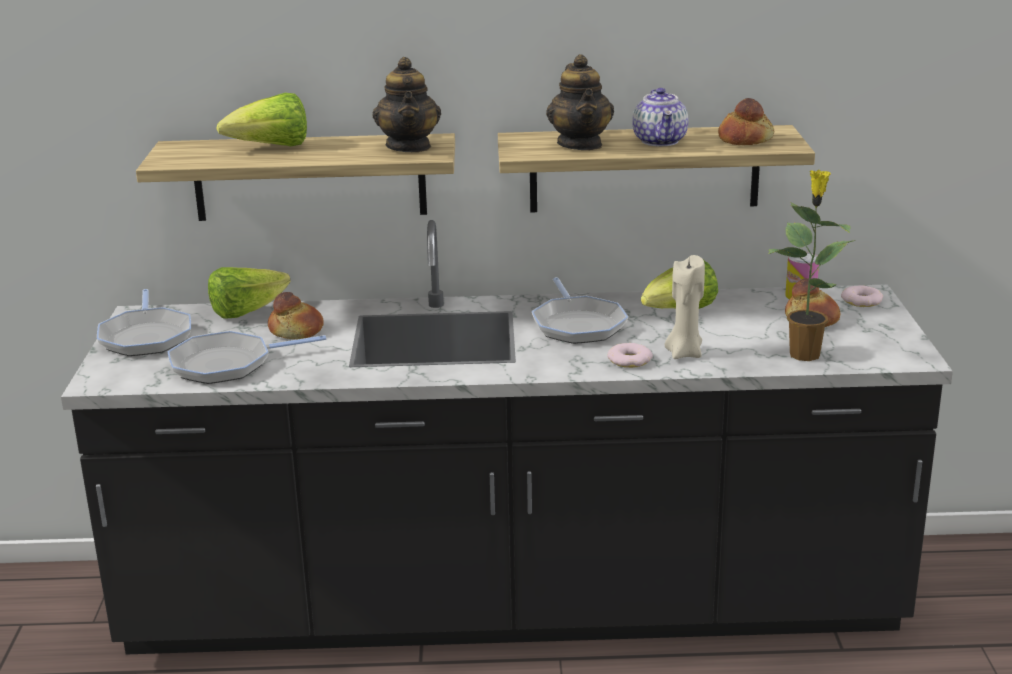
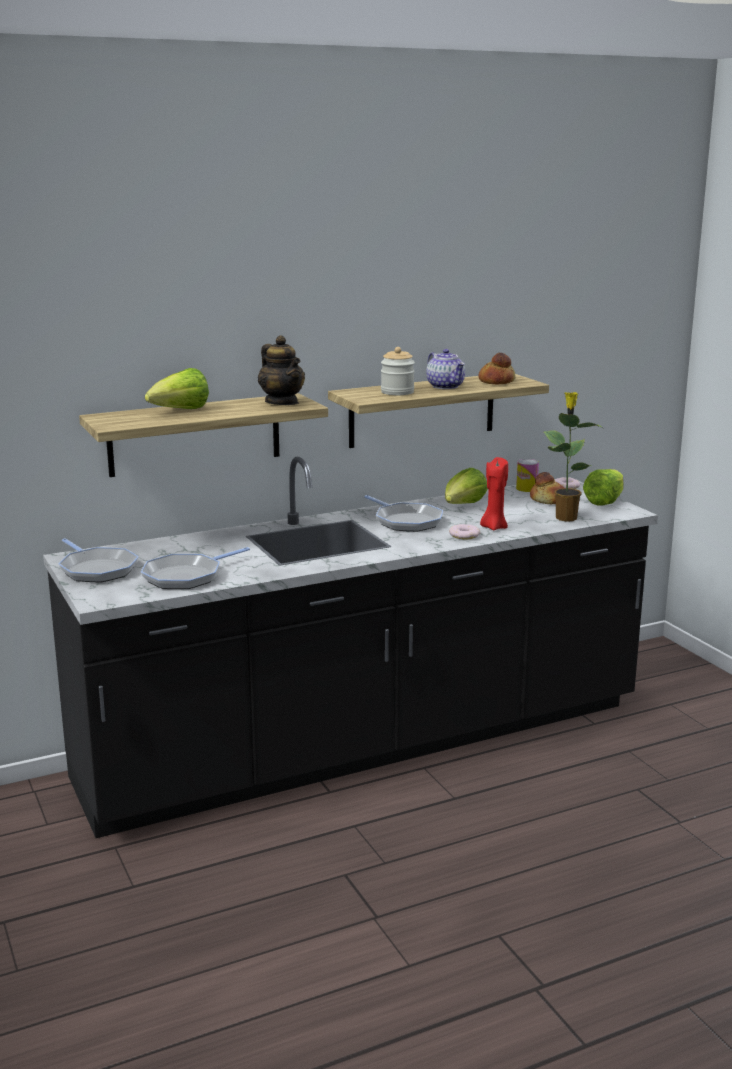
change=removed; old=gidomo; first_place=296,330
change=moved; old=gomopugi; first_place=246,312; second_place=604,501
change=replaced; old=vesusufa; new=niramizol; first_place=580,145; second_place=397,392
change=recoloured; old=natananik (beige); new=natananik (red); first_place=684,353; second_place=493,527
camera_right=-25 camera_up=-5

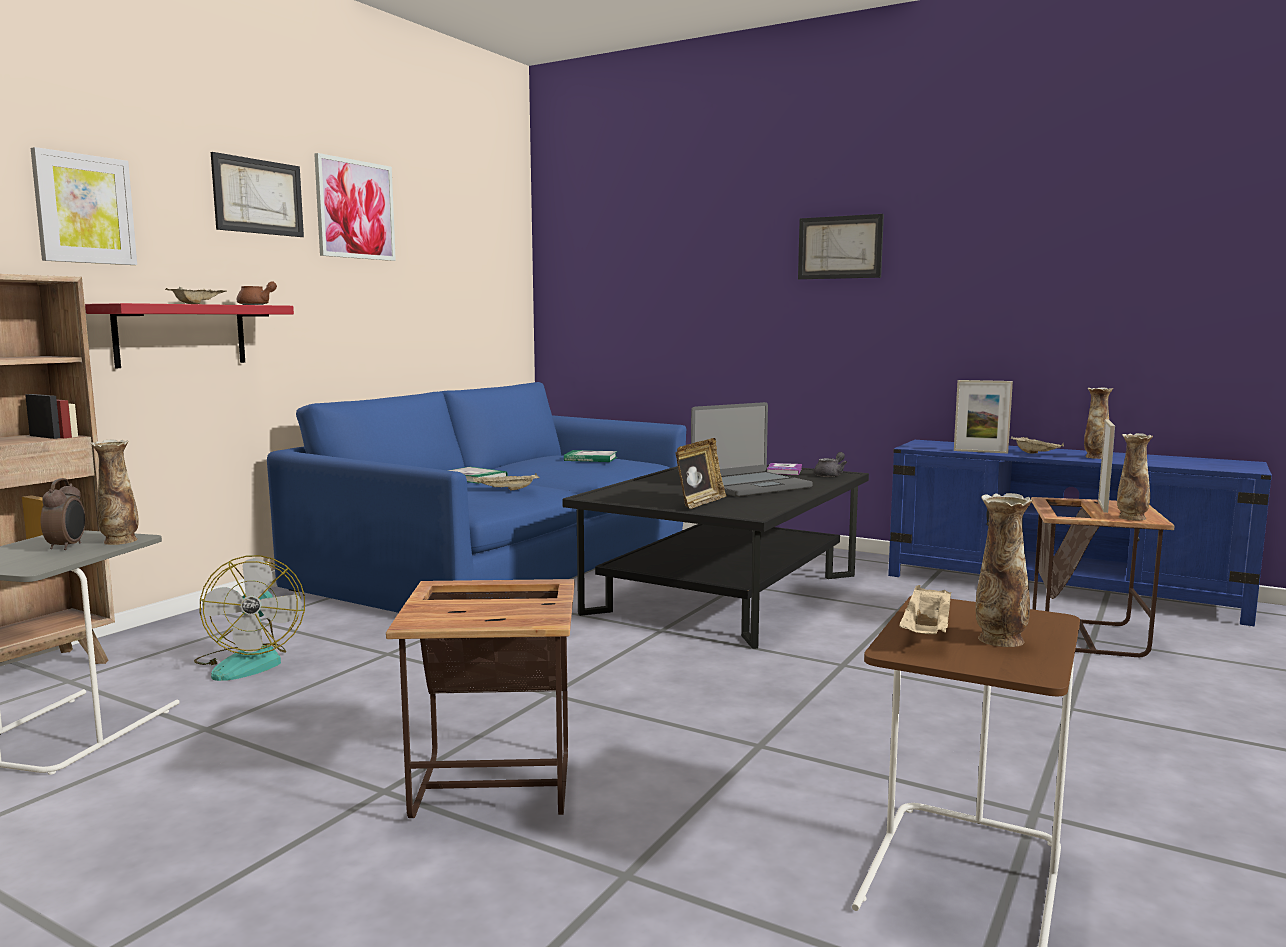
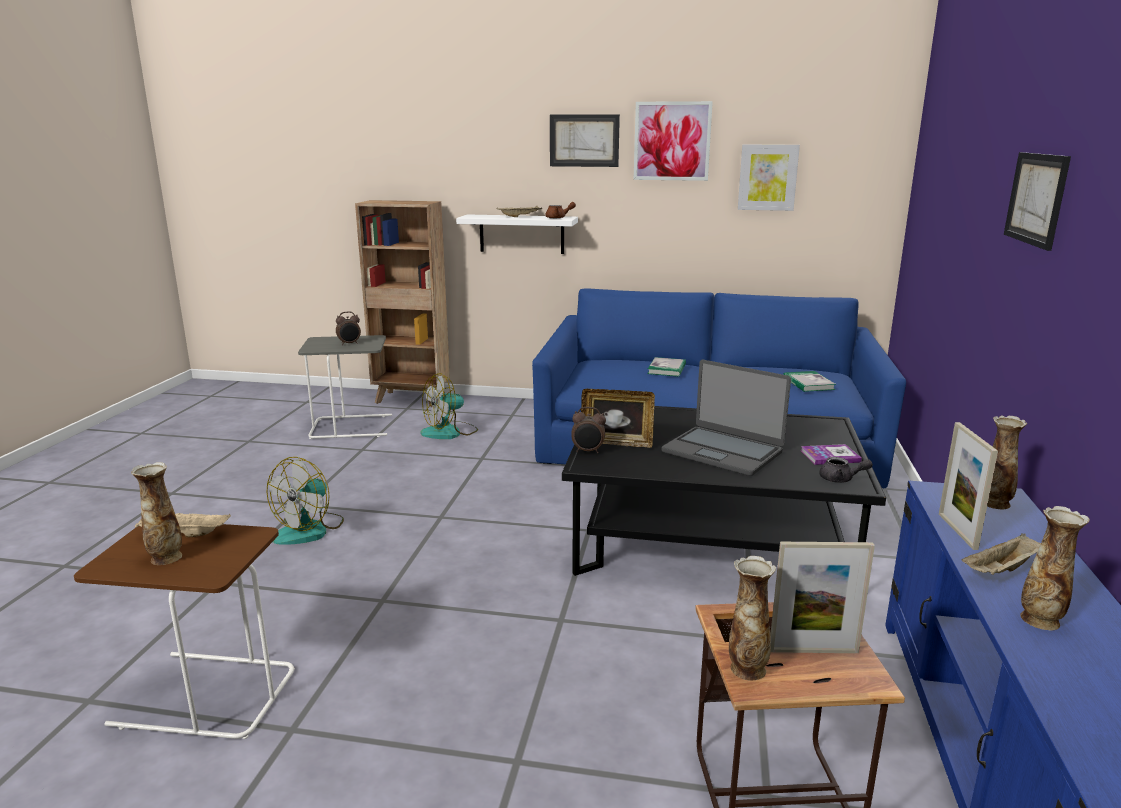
change=removed; old=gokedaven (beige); first_place=506,490
change=added; new=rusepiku; second_place=588,451
change=moved; old=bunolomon; first_place=84,209; second_place=767,177
change=moved; old=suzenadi; first_place=120,541; second_place=994,503
change=replaced; old=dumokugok; new=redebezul; first_place=497,787; second_place=309,530
change=recoloured; old=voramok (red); new=voramok (white); first_place=181,335; second_place=521,234
camera_right=70 camera_up=10

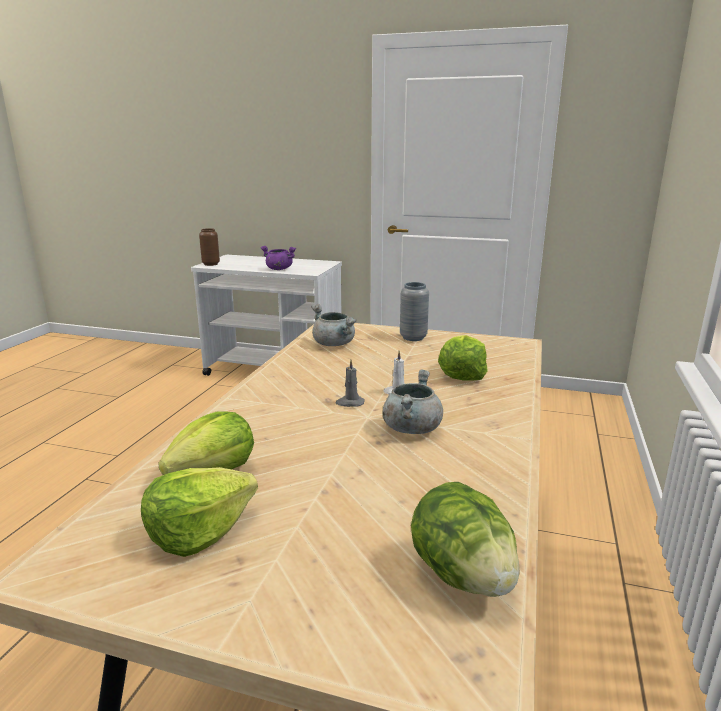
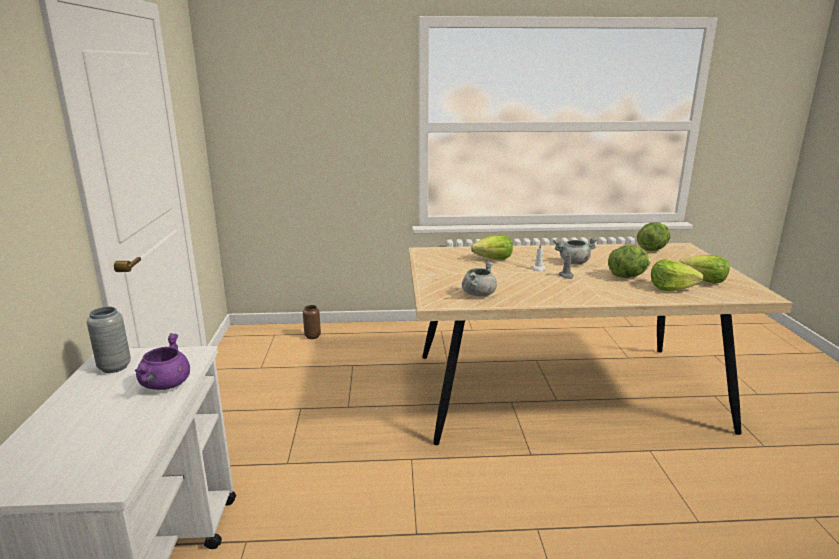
change=added; new=gomopugi; second_place=627,276
change=moved; old=suzenadi (brown); first_place=211,264; second_place=312,336
change=moved; old=suzenadi (grey); first_place=413,337; second_place=114,367
camera_right=-110 camera_up=0

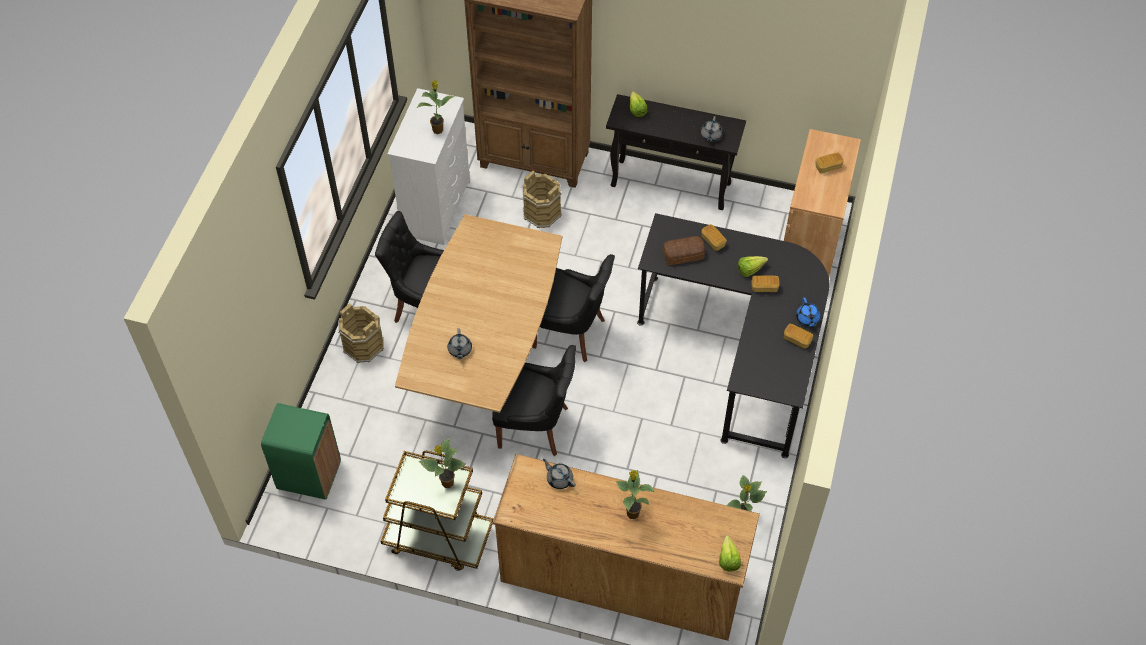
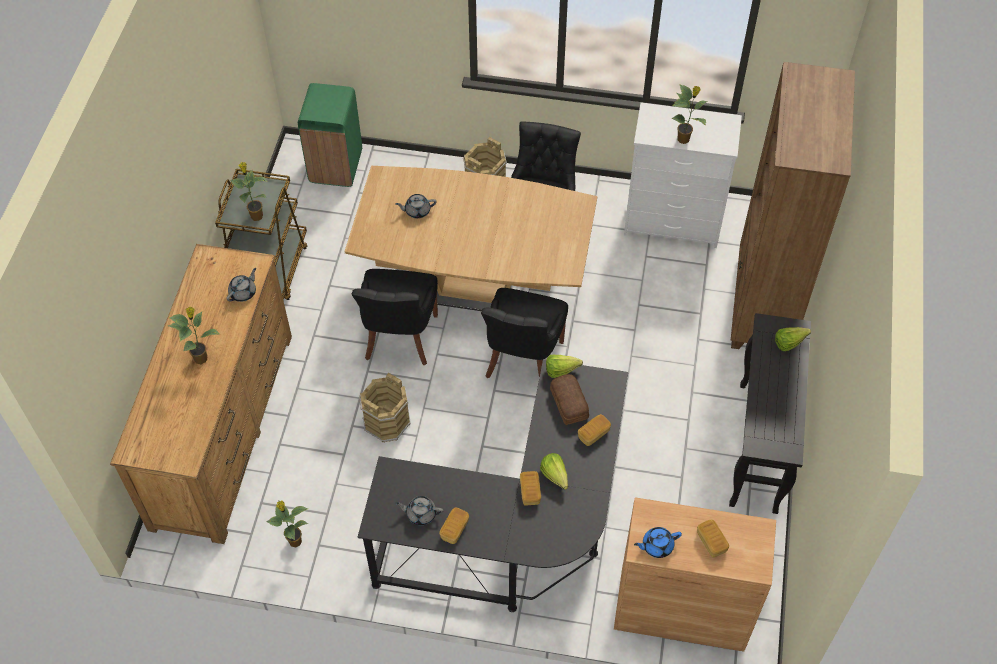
change=moved; old=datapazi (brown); first_place=541,213; second_place=386,422
change=moved; old=vesusufa (grey); first_place=710,136; second_place=420,514
change=moved; old=gomopugi; first_place=728,557; second_place=564,371
change=moved; old=vesusufa (blue); first_place=807,319; second_place=656,546
camera_right=85 camera_up=0

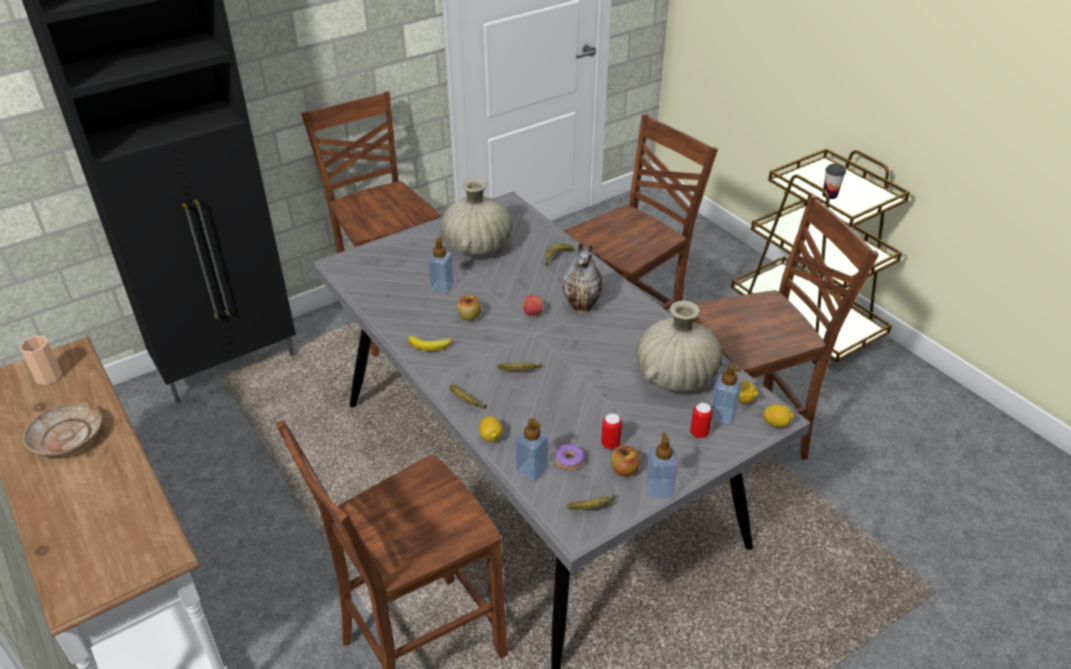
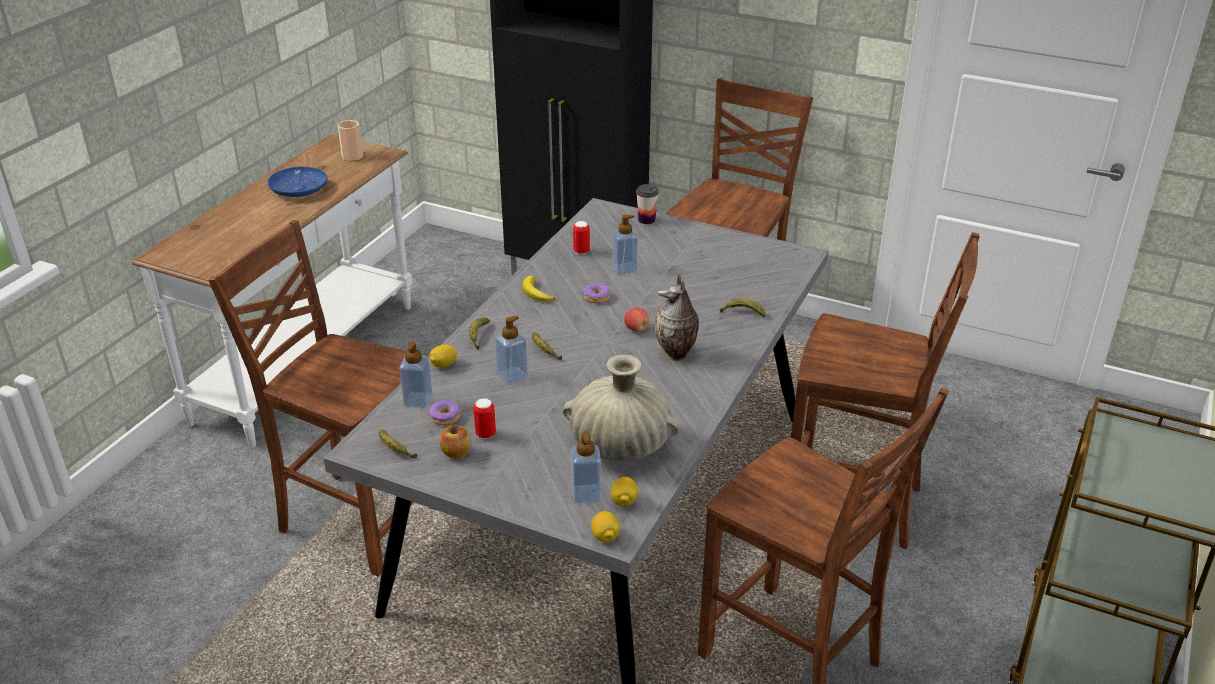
change=removed; old=suzenadi (beige); first_place=477,247
change=moved; old=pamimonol; first_place=659,489; second_place=512,376
change=moved; old=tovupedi; first_place=699,433; second_place=581,251
change=moved; old=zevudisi; first_place=829,195; second_place=646,220
change=replaced; old=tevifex; new=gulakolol; first_place=469,316; second_place=596,297
change=recoloured; old=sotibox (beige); new=sotibox (blue); first_place=67,437; second_place=298,189
camera_right=60 camera_up=-5

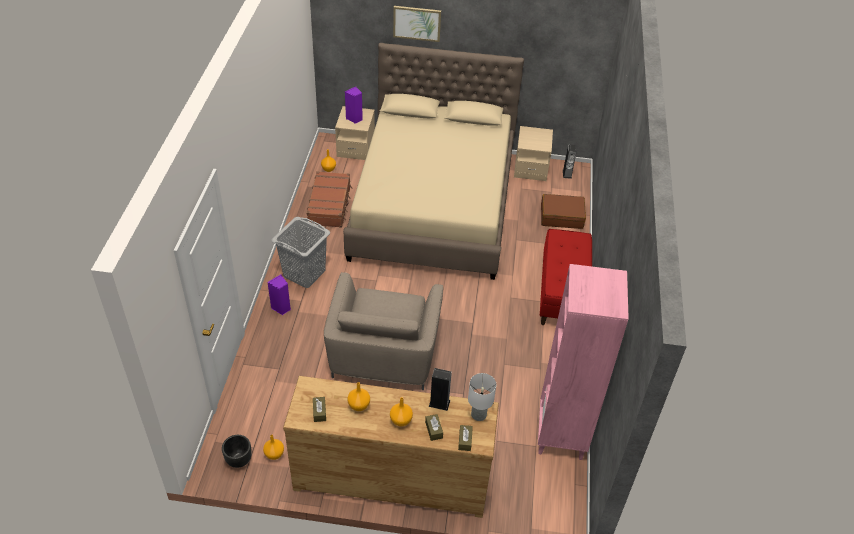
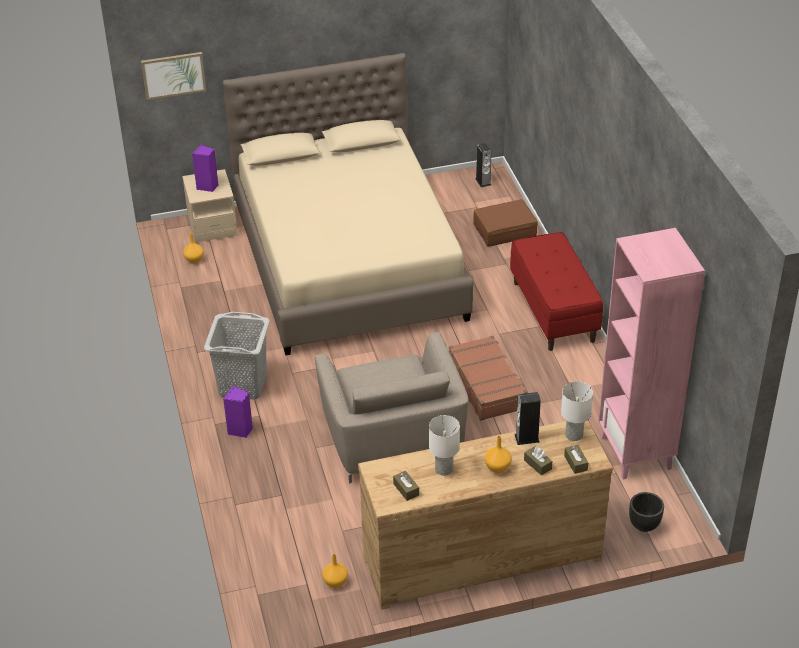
change=removed; old=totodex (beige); first_place=530,168
change=moved; old=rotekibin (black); first_place=239,461; second_place=644,525
change=moved; old=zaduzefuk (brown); first_place=330,205; second_place=487,385
change=moved; old=bunolomon; first_place=417,23; second_place=173,75
change=replaced; old=suzenadi (orange); new=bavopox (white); first_place=359,405; second_place=444,469
camera_right=-20 camera_up=-5

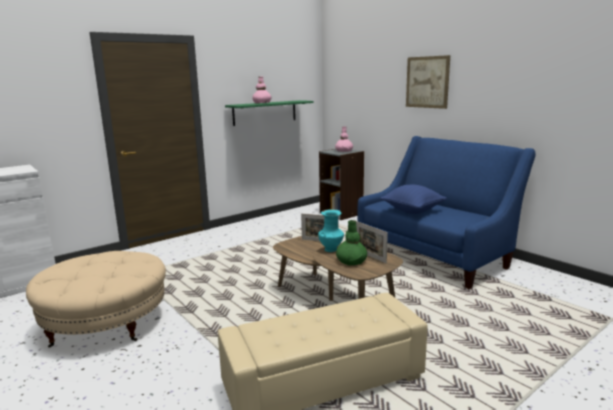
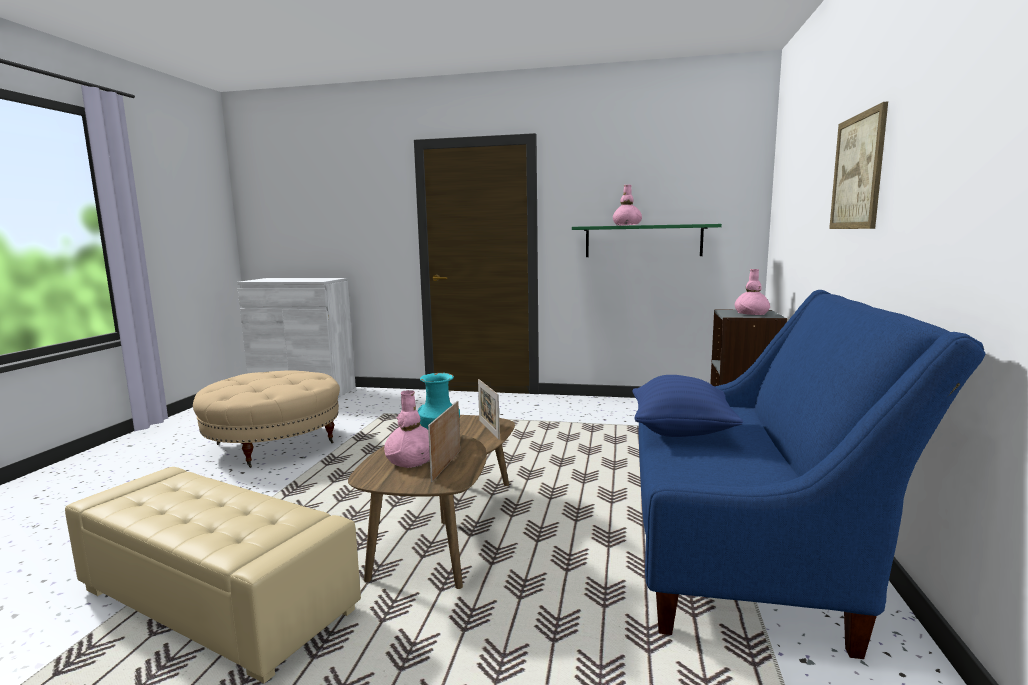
change=recoloured; old=suzenadi (green); new=suzenadi (pink); first_place=351,261; second_place=411,460
camera_right=50 camera_up=-5

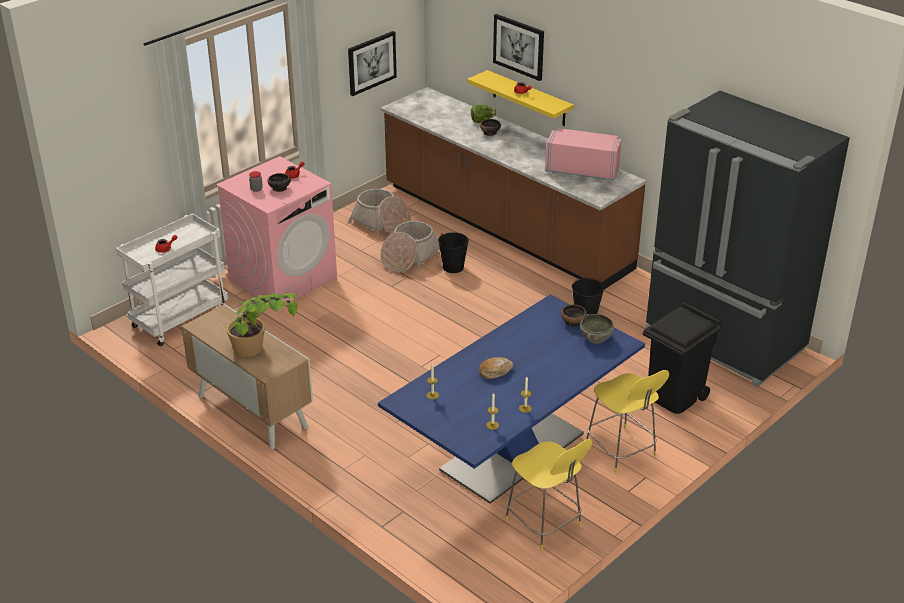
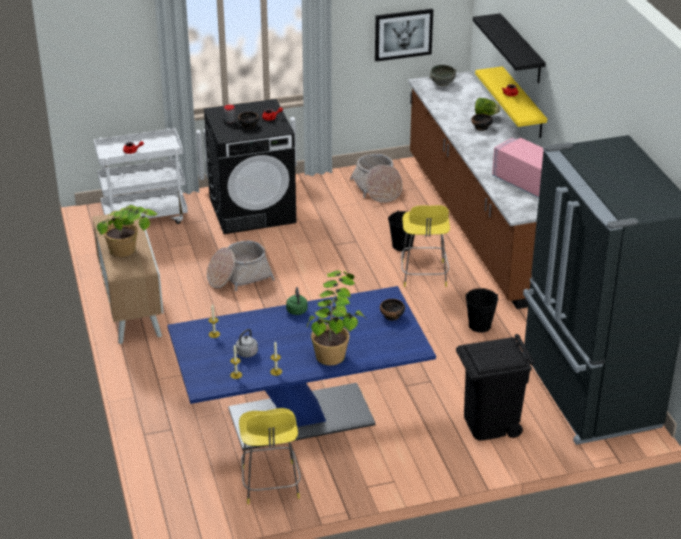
change=removed; old=gidomo; first_place=495,371
change=added; new=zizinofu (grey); second_place=245,353
change=added; new=zizinofu (green); second_place=296,310
change=added; new=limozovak; second_place=336,347
change=moved; old=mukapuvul; first_place=409,258; second_place=239,277
change=moved; old=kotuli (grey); first_place=595,338; second_place=442,83
change=moved; old=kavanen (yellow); first_place=621,451; second_place=424,275
change=replaced; old=bunolomon; new=voramok (black); first_place=519,46; second_place=521,49
change=recoloured; old=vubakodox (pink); new=vubakodox (black); first_place=283,278; second_place=253,210
camera_right=30 camera_up=0

